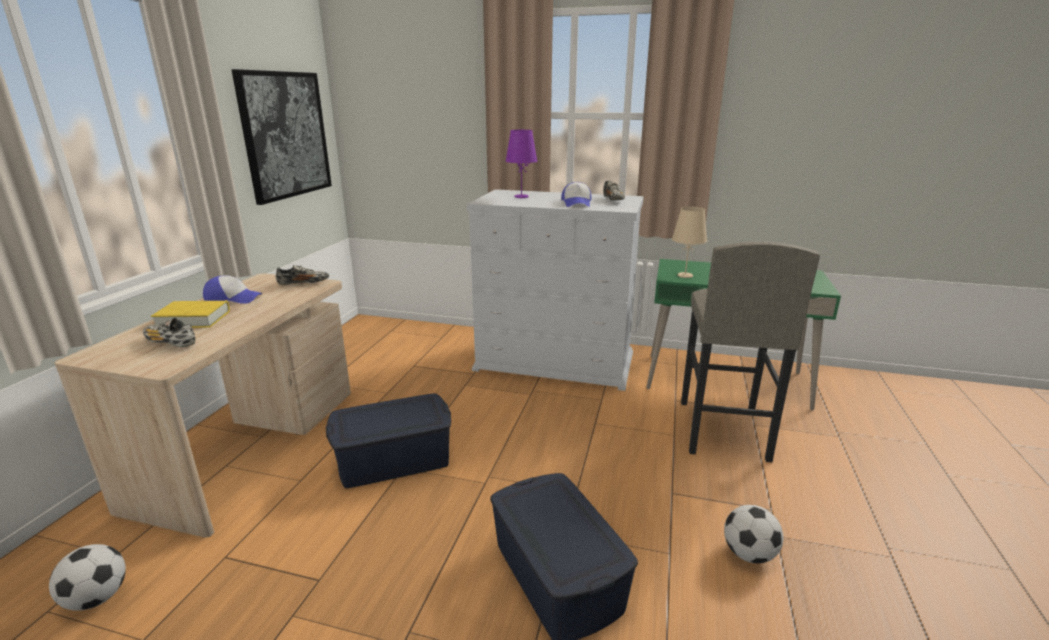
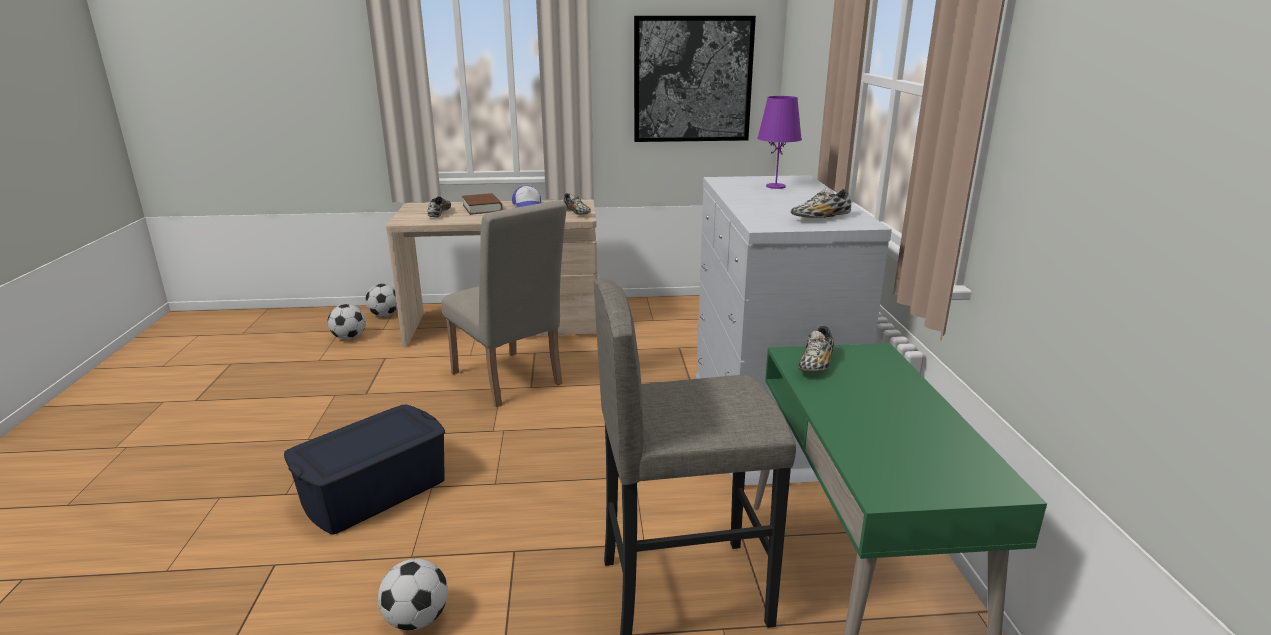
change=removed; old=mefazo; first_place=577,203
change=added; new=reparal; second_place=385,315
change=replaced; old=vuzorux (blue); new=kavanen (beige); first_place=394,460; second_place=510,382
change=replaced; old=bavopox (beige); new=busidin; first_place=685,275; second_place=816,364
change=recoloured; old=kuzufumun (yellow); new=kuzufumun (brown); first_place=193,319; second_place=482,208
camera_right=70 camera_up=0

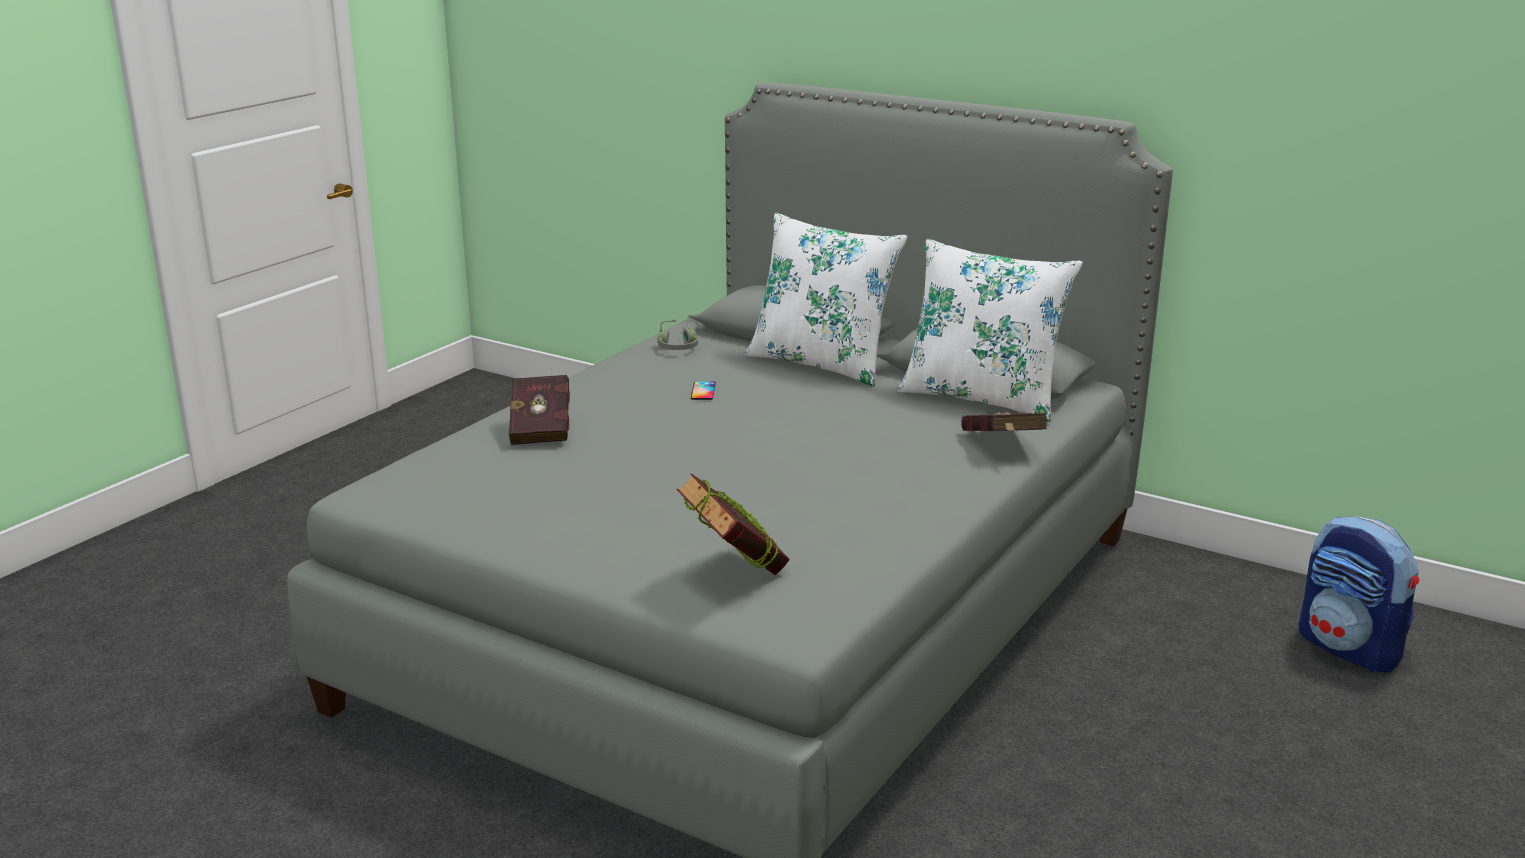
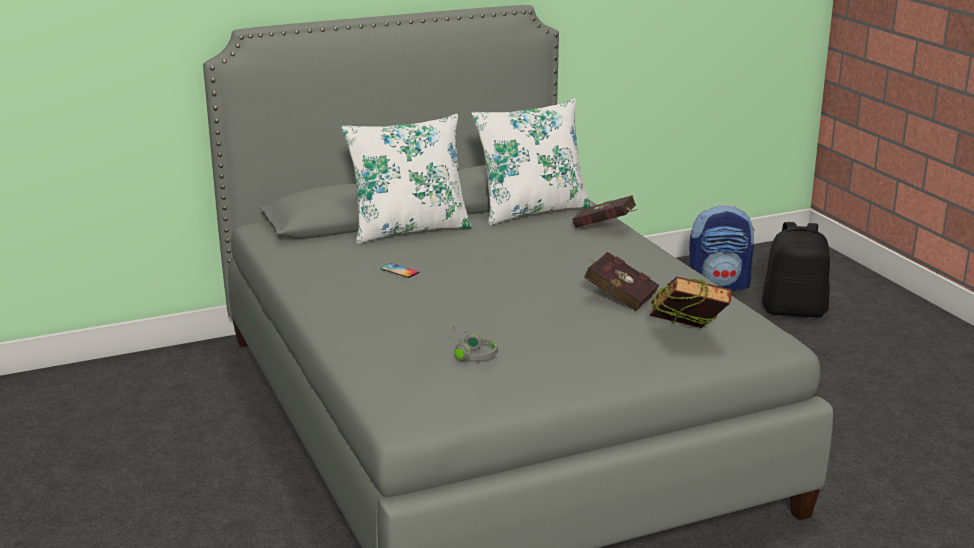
change=added; new=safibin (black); second_place=794,311
change=moved; old=kuzufumun (red); first_place=542,429; second_place=618,296
change=moved; old=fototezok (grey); first_place=680,345; second_place=470,353
camera_right=-55 camera_up=0

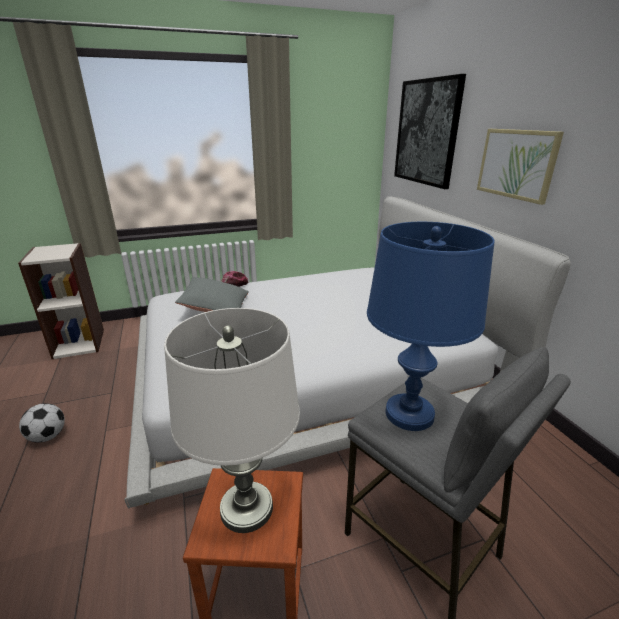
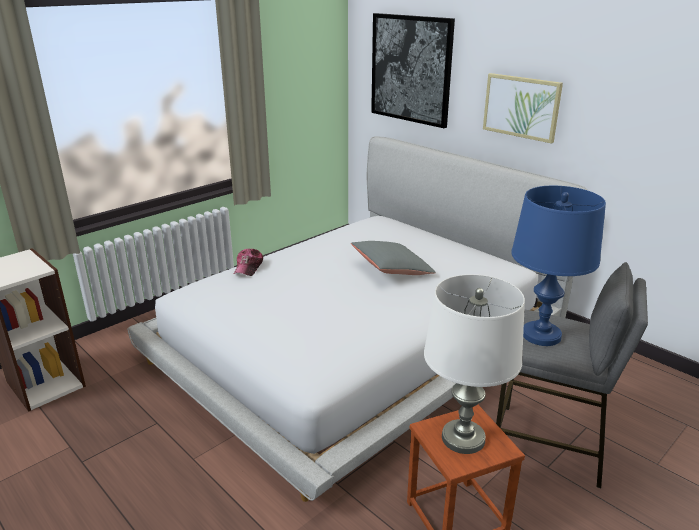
change=removed; old=reparal; first_place=48,436
change=moved; old=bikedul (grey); first_place=216,308; second_place=392,269
camera_right=-25 camera_up=0

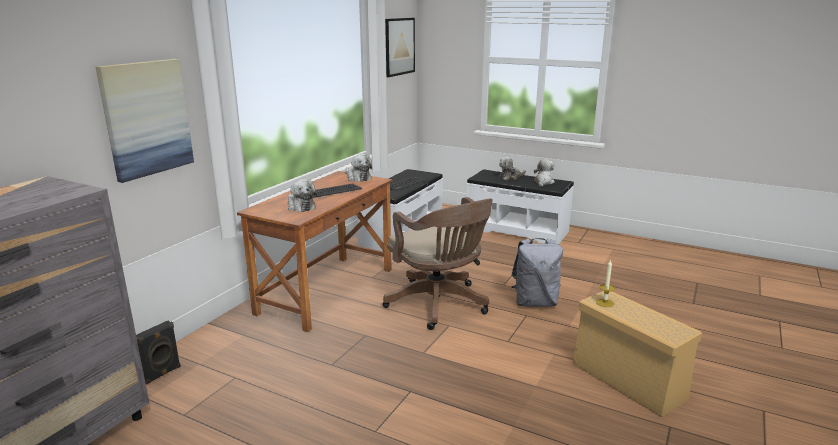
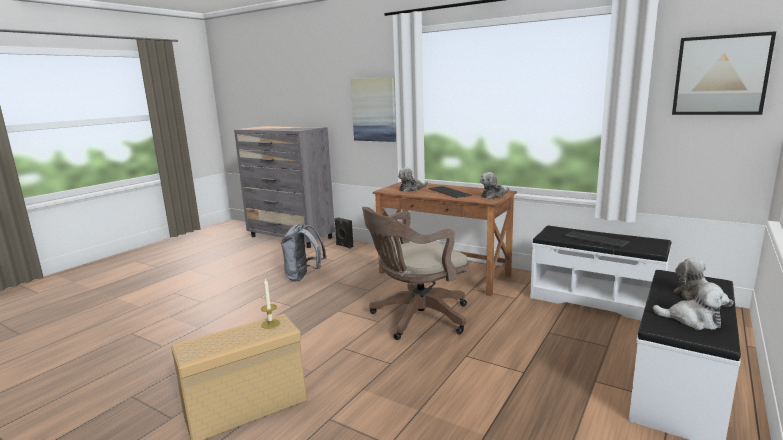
change=moved; old=safibin (grey); first_place=535,302; second_place=304,277
camera_right=95 camera_up=-5

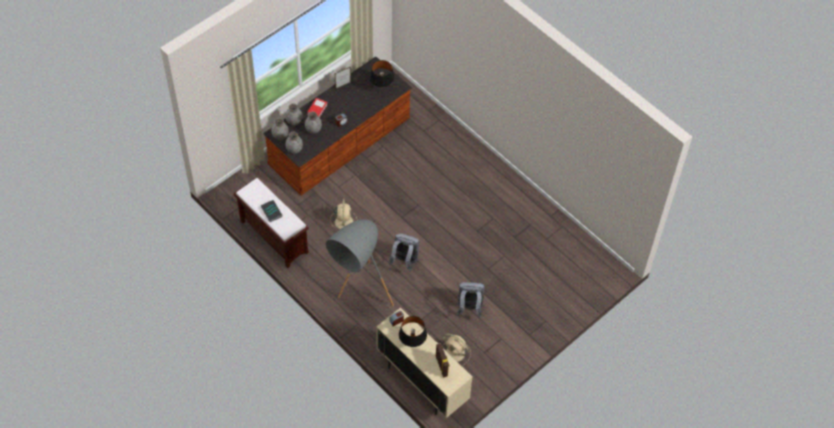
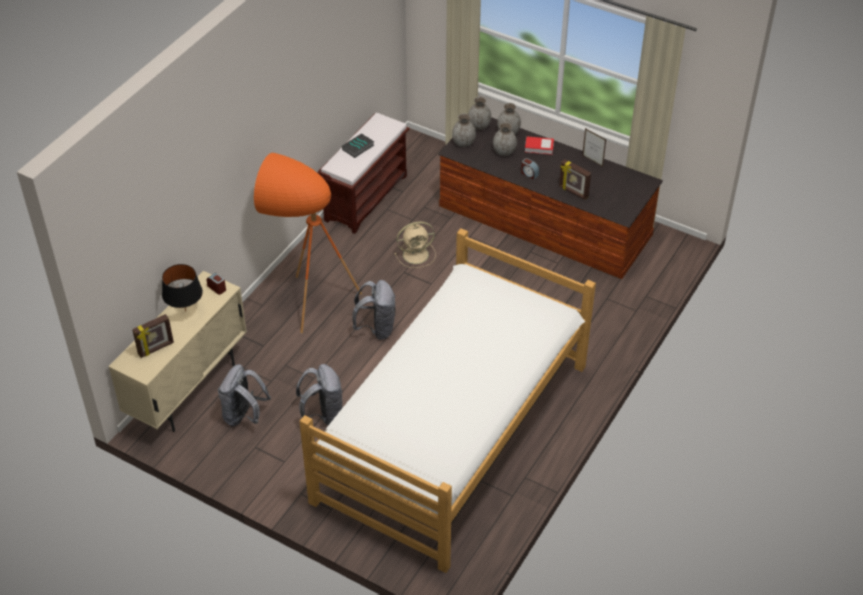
change=removed; old=bavopox (black); first_place=382,88
change=added; new=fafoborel; second_place=451,432
change=added; new=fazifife; second_place=573,192
change=replaced; old=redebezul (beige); new=safibin (grey); first_place=456,354; second_place=244,416
change=recoloured; old=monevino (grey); new=monevino (orange); first_place=359,295; second_place=306,296
camera_right=75 camera_up=-10

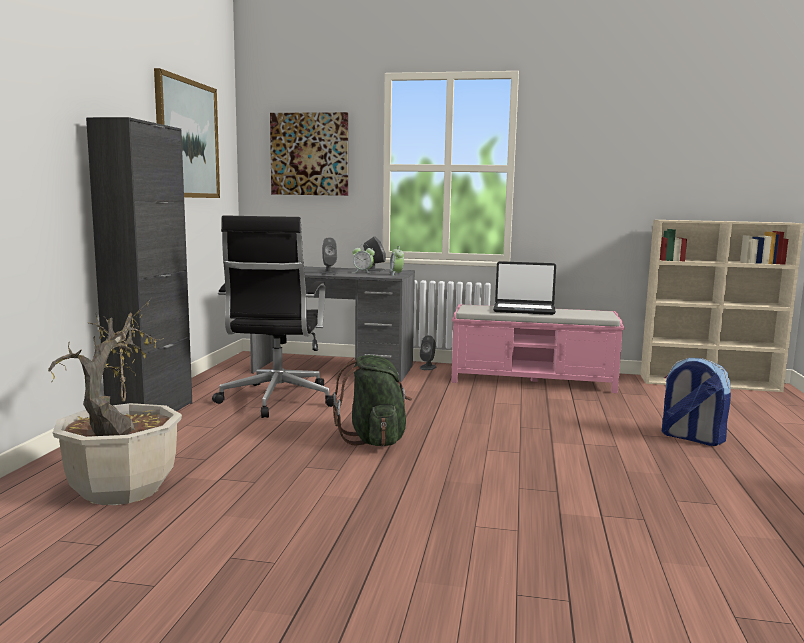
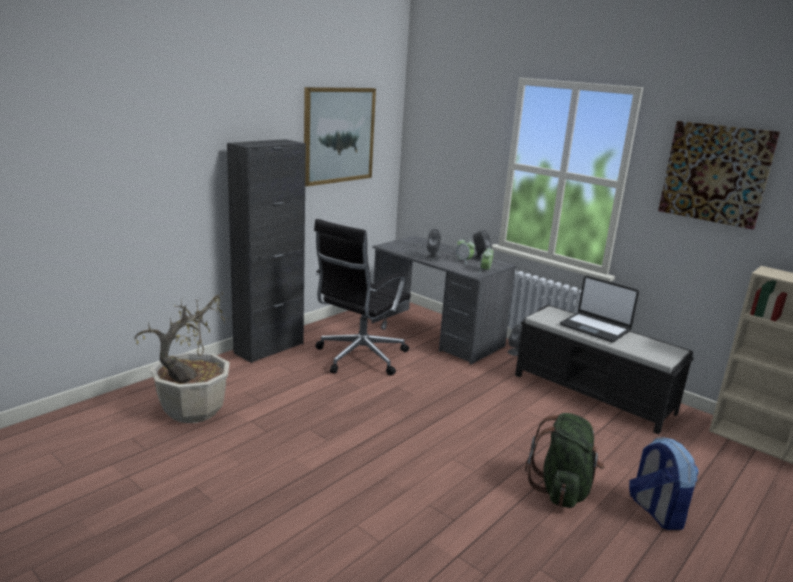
change=moved; old=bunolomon; first_place=310,154; second_place=716,173
change=moved; old=safibin (green); first_place=375,440; second_place=562,489
change=recoloured; old=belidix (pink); new=belidix (black); first_place=533,380; second_place=594,394
camera_right=30 camera_up=10

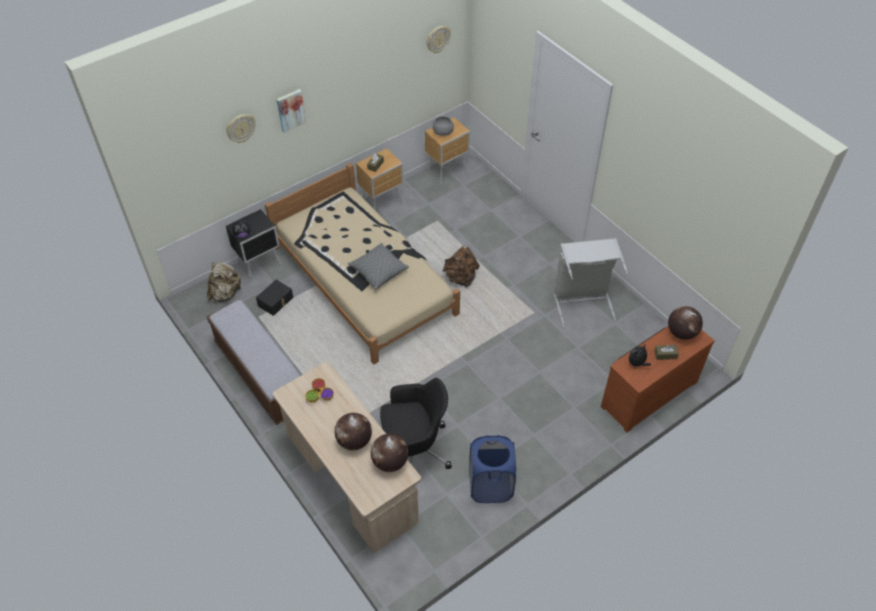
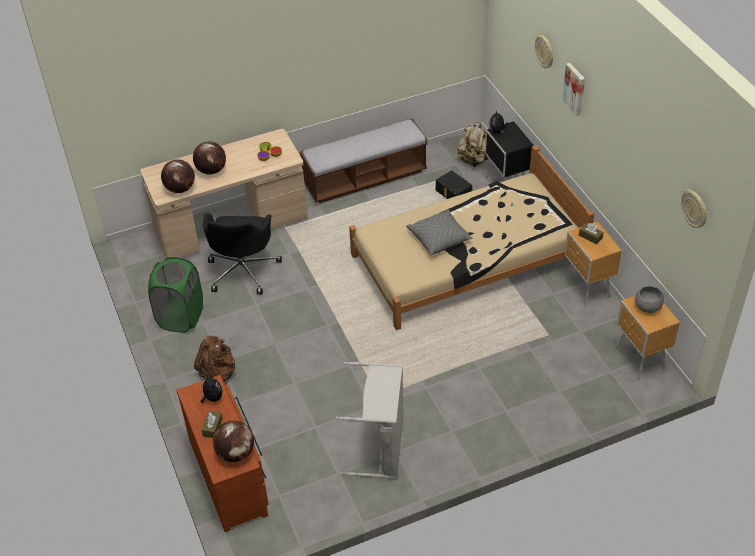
change=moved; old=safibin (brown); first_place=460,277; second_place=218,373
change=recoloured; old=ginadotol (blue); new=ginadotol (green); first_place=490,486; second_place=181,317
camera_right=105 camera_up=-5

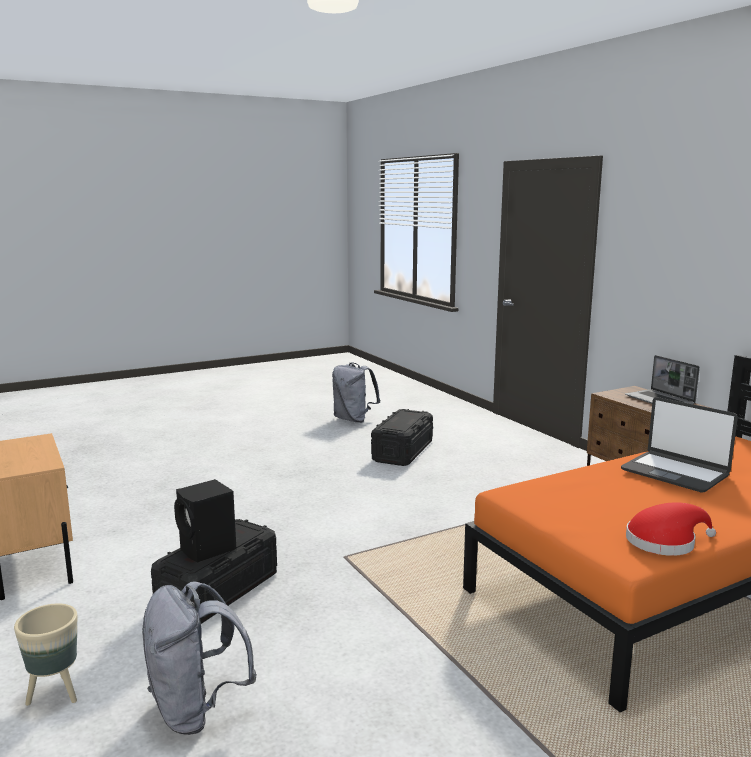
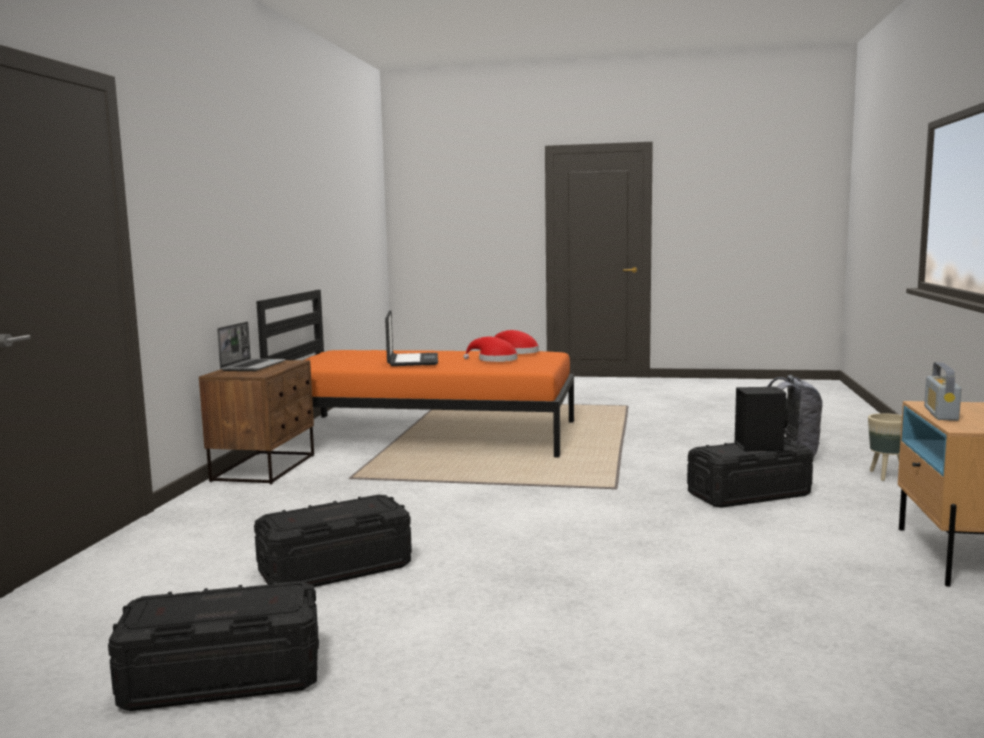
change=added; new=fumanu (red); second_place=494,360
change=added; new=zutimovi; second_place=941,414
change=replaced; old=safibin (grey); new=vuzorux (black); first_place=353,419; second_place=223,678
camera_right=-140 camera_up=-5

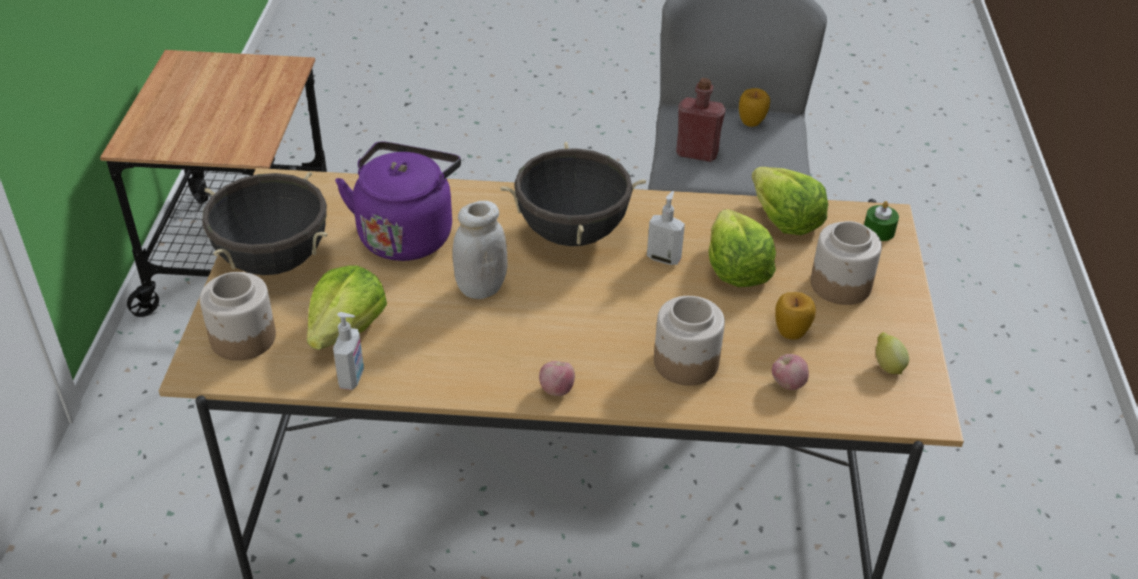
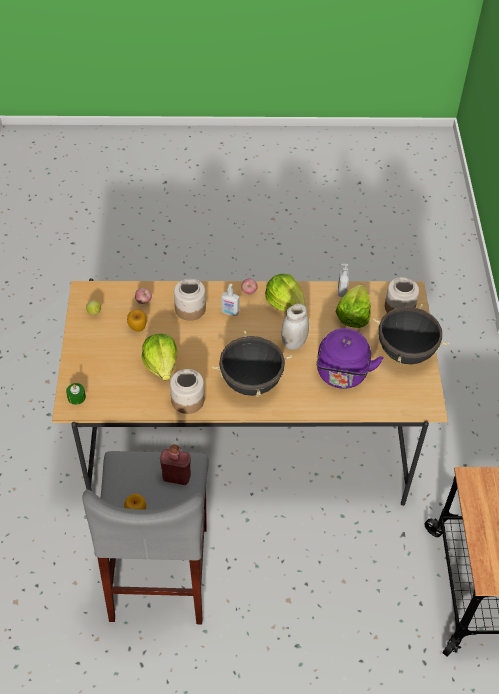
change=moved; old=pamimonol; first_place=664,258; second_place=230,312
change=moved; old=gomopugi; first_place=785,220; second_place=285,303
change=moved; old=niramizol; first_place=841,284; second_place=187,400
camera_right=175 camera_up=10

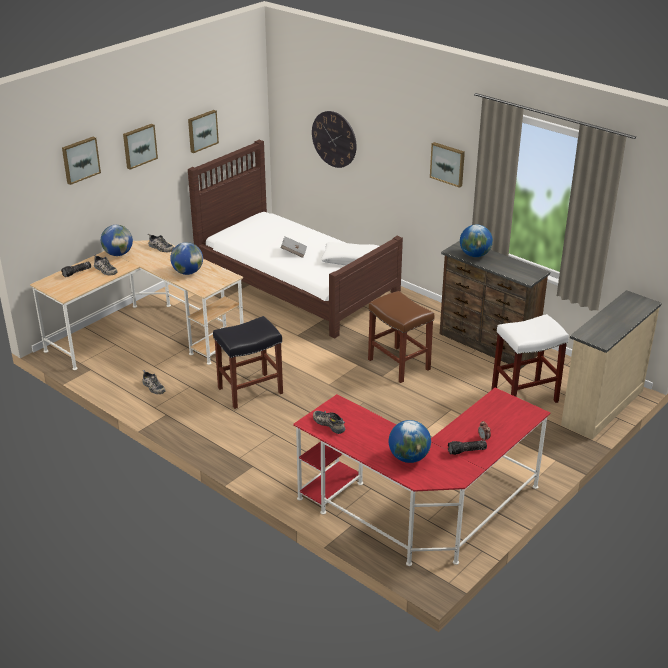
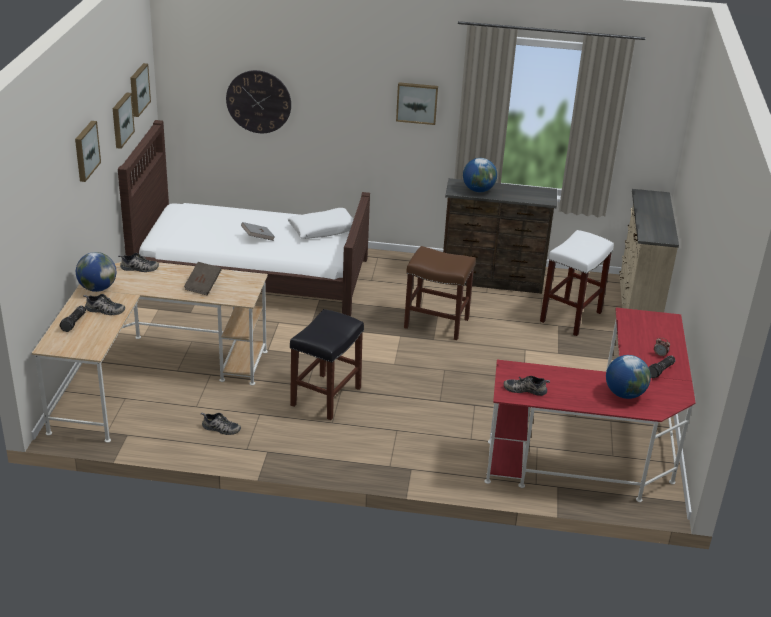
change=moved; old=bunolomon; first_place=80,160; second_place=138,89
change=replaced; old=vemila; new=kuzufumun (brown); first_place=188,272; second_place=203,286
camera_right=-35 camera_up=0

